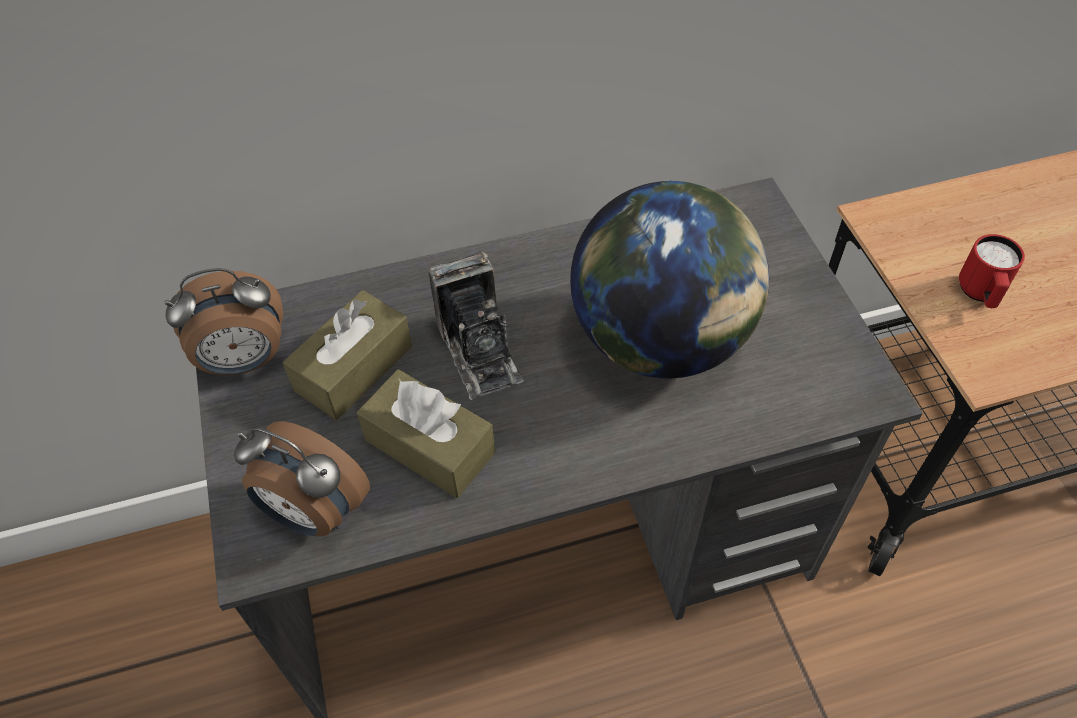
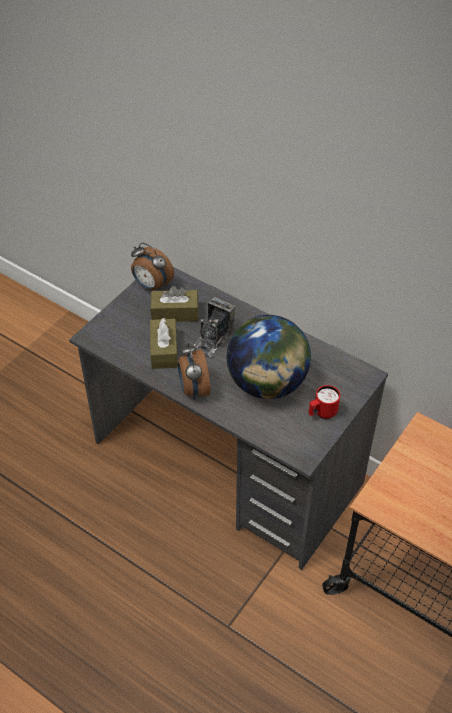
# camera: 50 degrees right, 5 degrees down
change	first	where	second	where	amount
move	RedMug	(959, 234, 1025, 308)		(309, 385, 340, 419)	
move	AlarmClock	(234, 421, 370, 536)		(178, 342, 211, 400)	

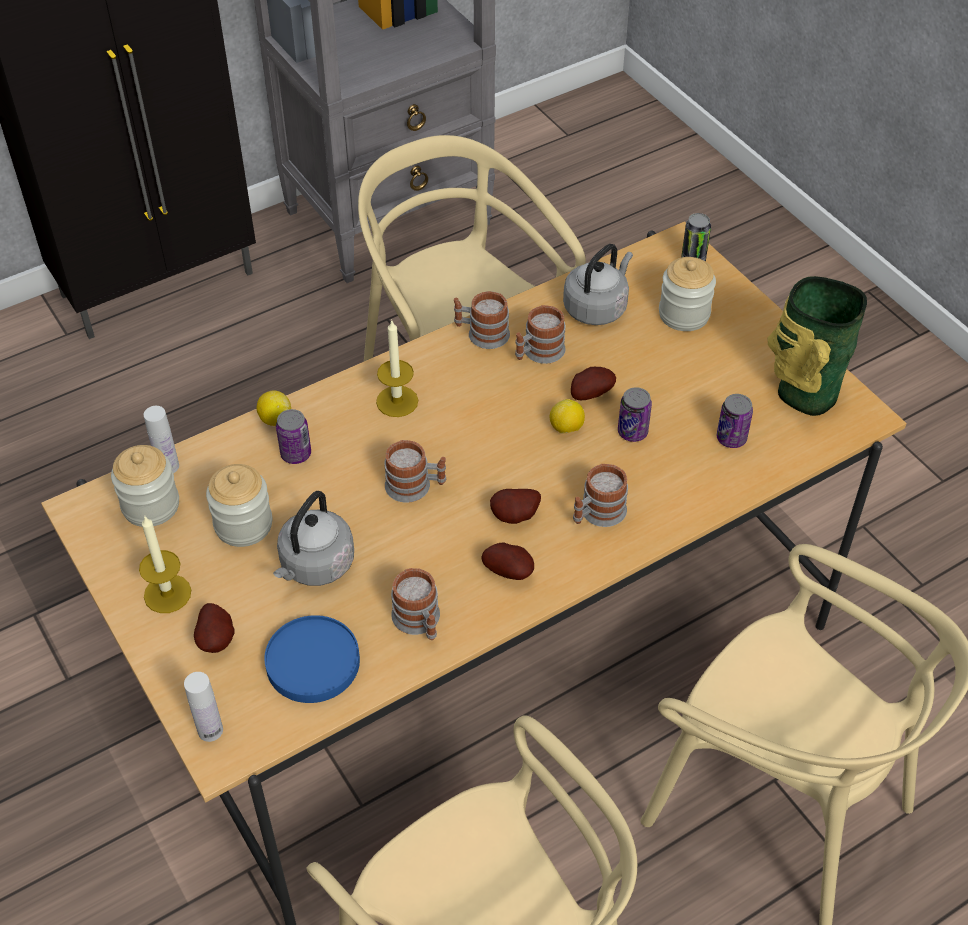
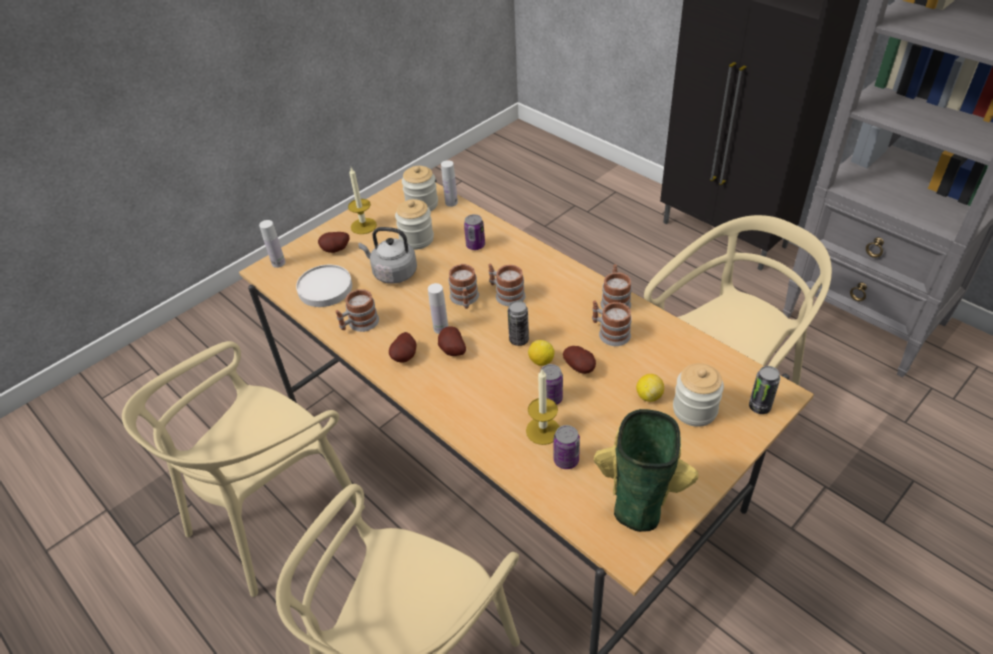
# camera: 80 degrees right, 5 degrees down
change	first	where	second	where	amount
delete	GreyKettle	(563, 244, 633, 325)			
move	Candle	(376, 319, 418, 417)		(526, 369, 559, 445)	
move	Lemon	(257, 390, 291, 426)		(636, 374, 664, 402)	
move	Mug	(573, 464, 628, 527)		(488, 264, 526, 306)	
recolor	BluePlate	(264, 615, 360, 703)	WhitePlate	(296, 265, 352, 307)	
insert			WhiteBottle	(428, 283, 448, 334)	
insert			Can	(508, 300, 529, 346)	

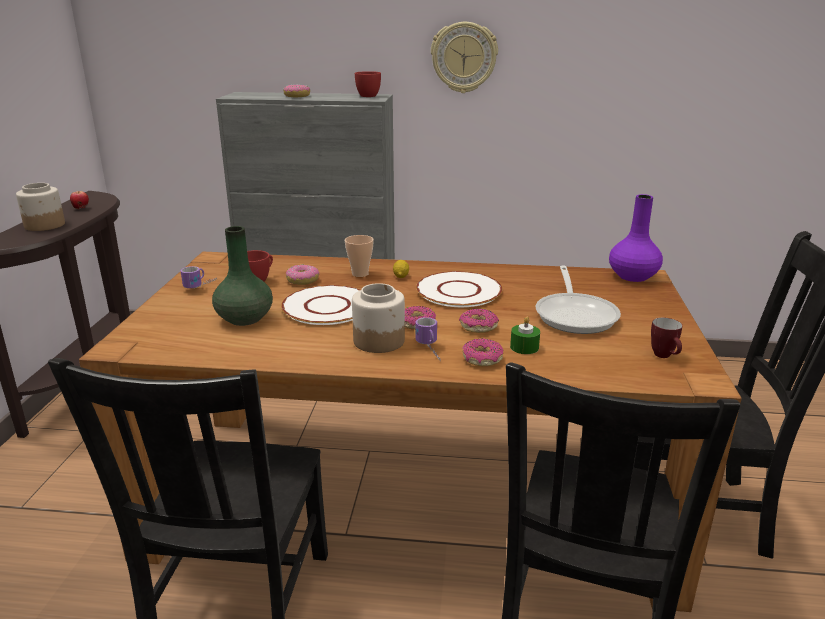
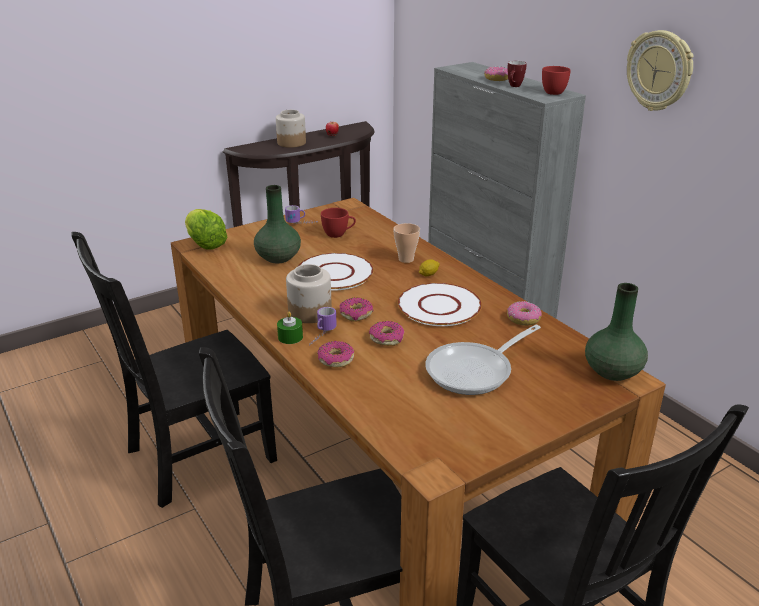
# camera: 50 degrees right, 5 degrees up
change	first	where	second	where	amount
recolor	PurpleVase	(609, 194, 663, 282)	GreenVase	(585, 283, 648, 381)	
move	Donut	(286, 265, 319, 285)		(507, 301, 542, 326)	
move	GreenCandle	(510, 317, 540, 354)		(277, 312, 303, 344)	
move	Mug	(651, 318, 682, 358)		(507, 61, 527, 87)	
insert			Lettuce	(185, 209, 227, 250)	

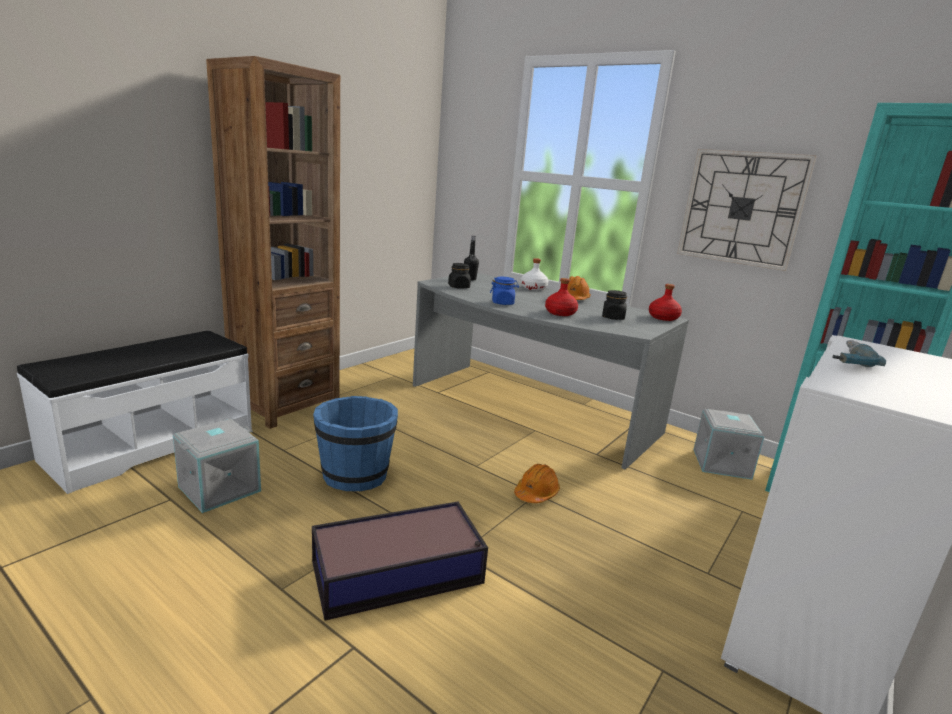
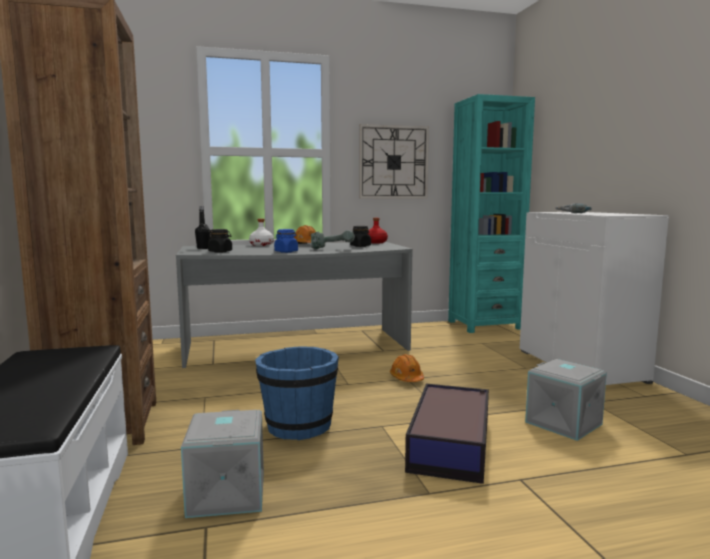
# camera: 50 degrees left, 10 degrees down
change	first	where	second	where	amount
replace	RedBottle	(545, 278, 578, 316)	PowerDrill	(311, 230, 355, 249)	
move	GreyStorageBox	(693, 409, 765, 480)		(525, 359, 607, 441)	

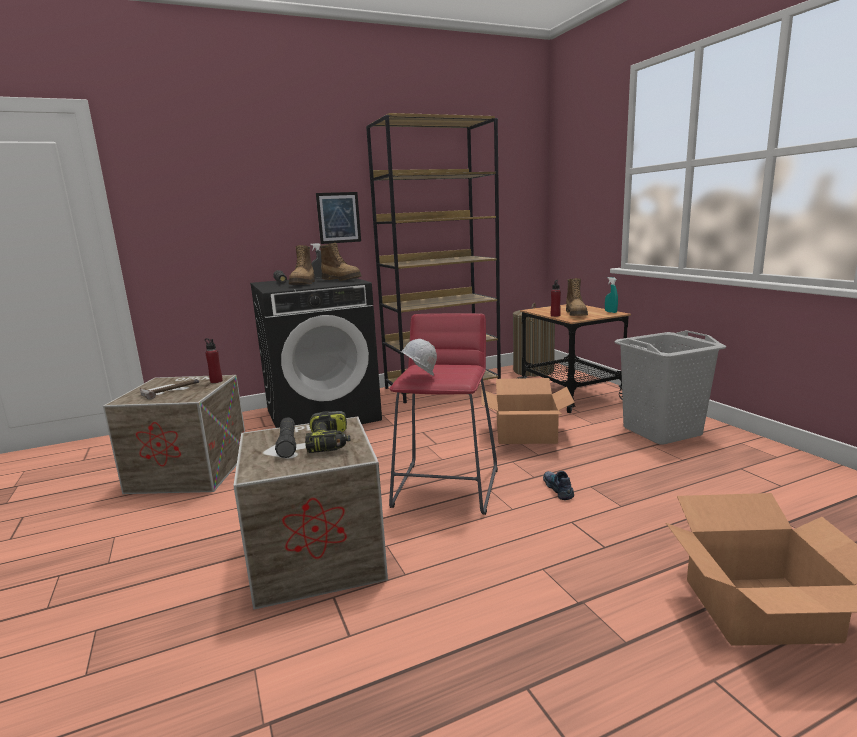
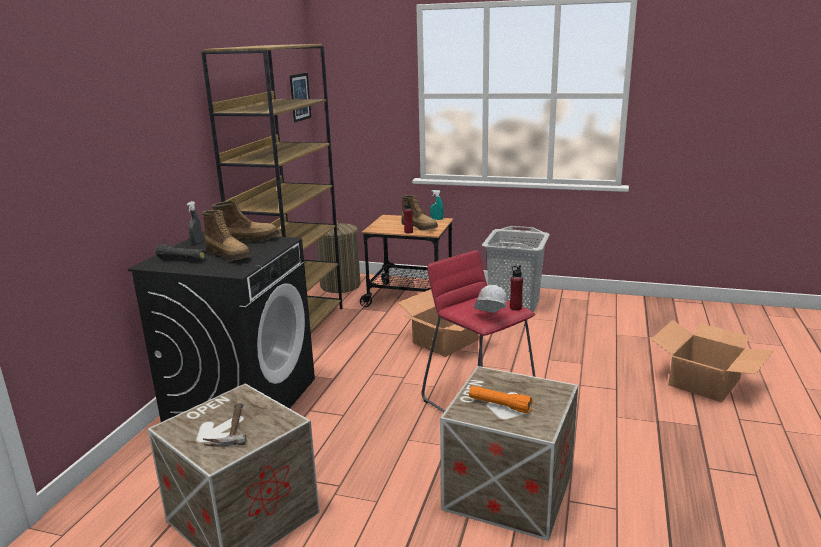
# camera: 50 degrees left, 5 degrees up
change	first	where	second	where	amount
move	Picture	(316, 192, 361, 244)		(290, 73, 311, 123)	
move	RedBottle	(205, 338, 223, 383)		(510, 265, 523, 311)	
delete	PowerDrill	(305, 411, 350, 453)			
recolor	BlackFlashlight	(275, 417, 296, 458)	OrangeFlashlight	(469, 386, 533, 413)	
delete	Shoe	(543, 471, 574, 500)			

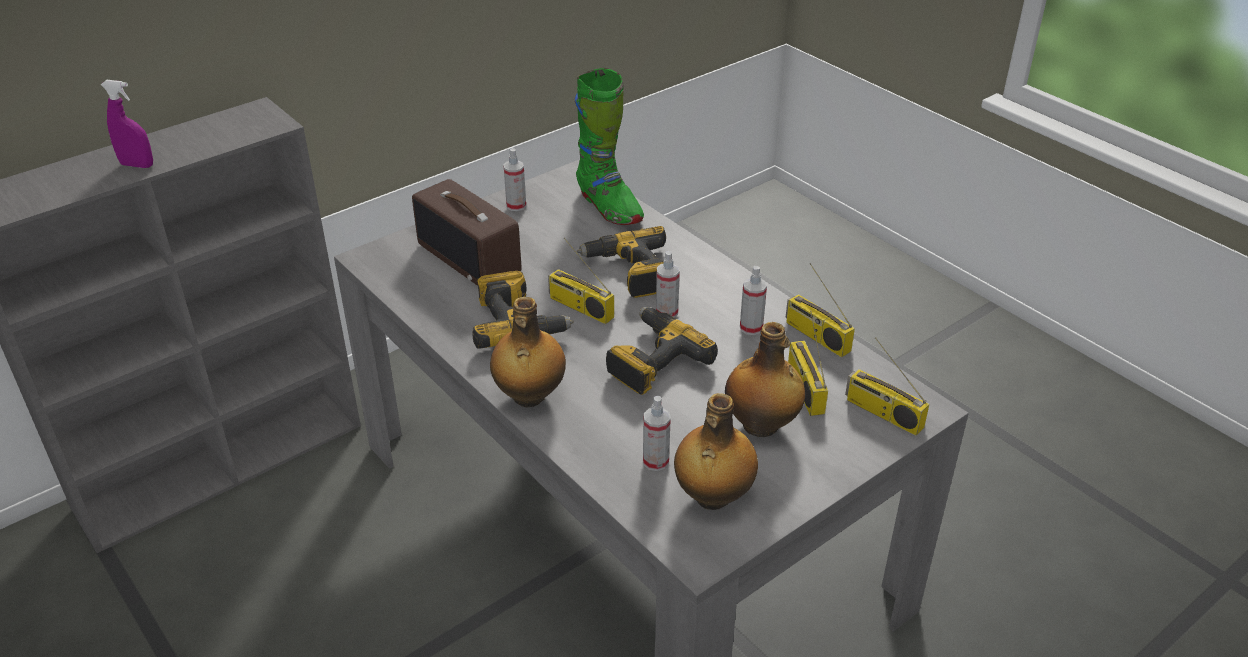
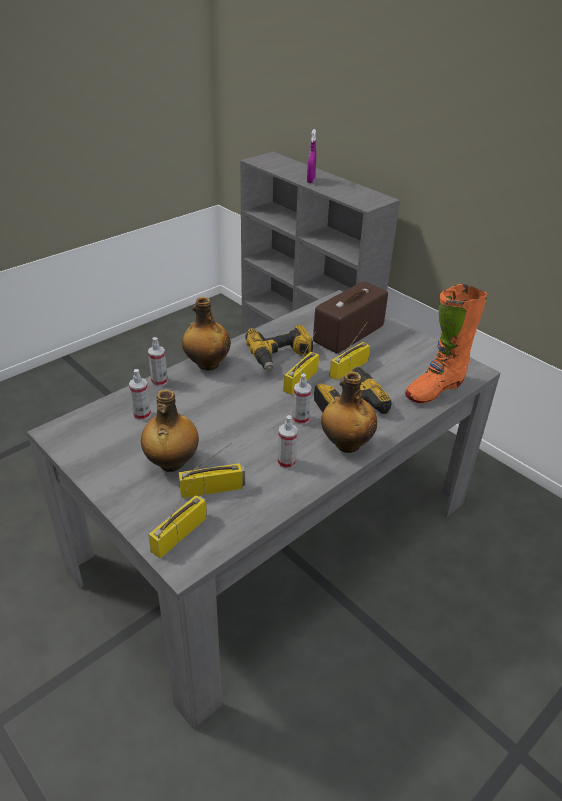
# camera: 85 degrees right, 0 degrees up
change	first	where	second	where	amount
recolor	GreenBoot	(575, 68, 644, 225)	OrangeBoot	(405, 284, 487, 403)	
move	SprayBottle	(504, 148, 526, 211)		(148, 337, 168, 386)	
move	Radio	(786, 263, 855, 357)		(329, 322, 370, 381)	
delete	PowerDrill	(606, 307, 718, 395)			
move	Bottle	(674, 393, 758, 510)		(321, 372, 377, 453)	

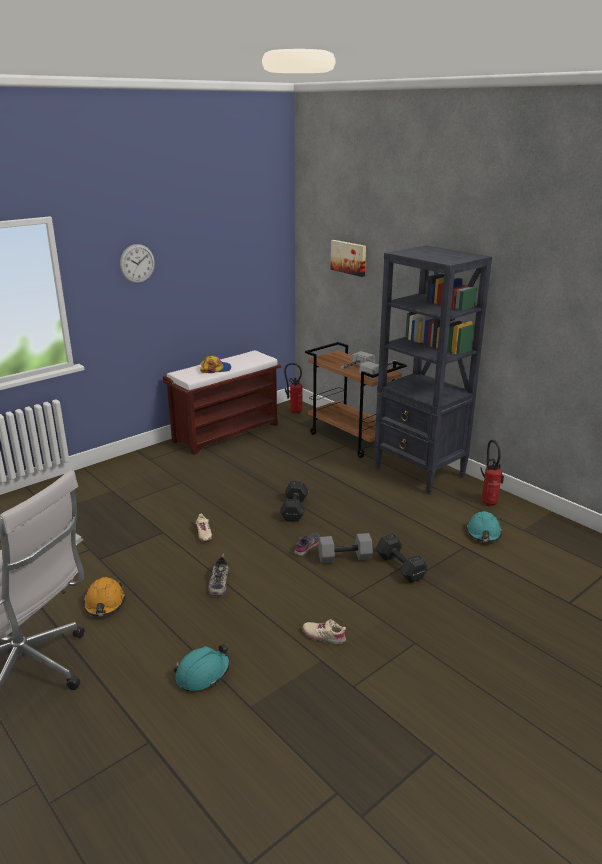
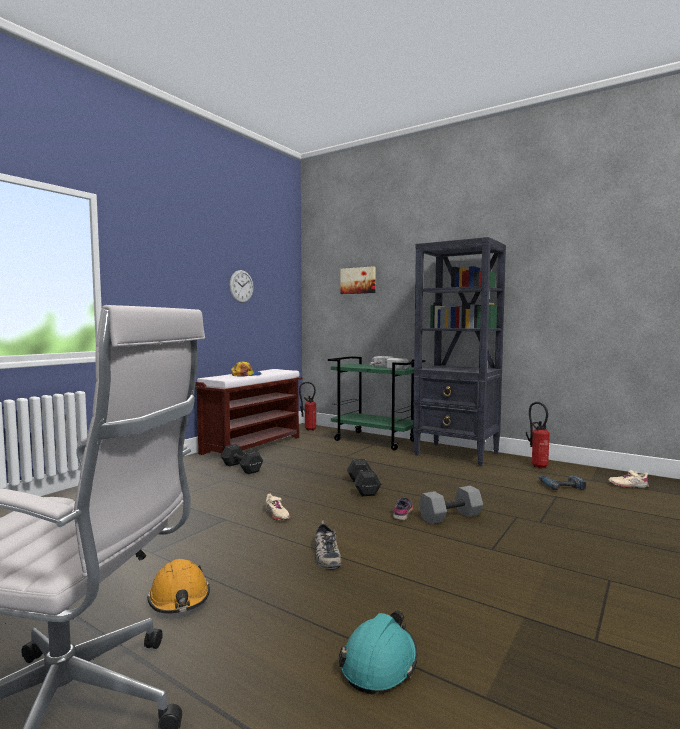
# camera: 15 degrees left, 20 degrees down
change	first	where	second	where	amount
move	WallClock	(120, 244, 155, 283)		(229, 270, 254, 303)	
recolor	BrownCart	(305, 342, 406, 458)	GreenCart	(328, 356, 426, 451)	
replace	TurquoiseHardHat	(466, 511, 502, 542)	PowerDrill	(538, 475, 586, 490)	
move	BlackDumbbell	(376, 534, 428, 583)		(221, 444, 263, 474)	
move	BeigeShoe	(303, 619, 346, 644)		(608, 470, 649, 488)	

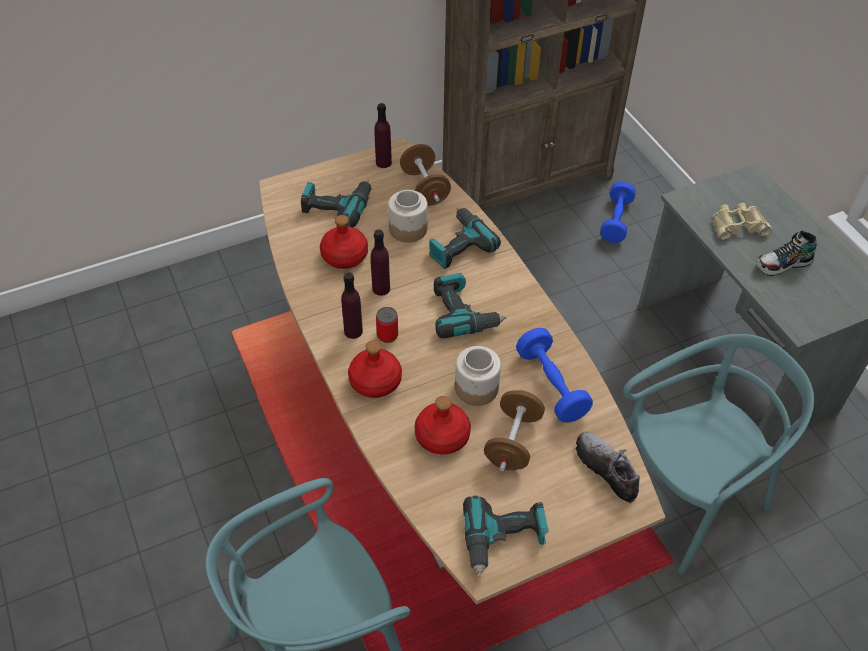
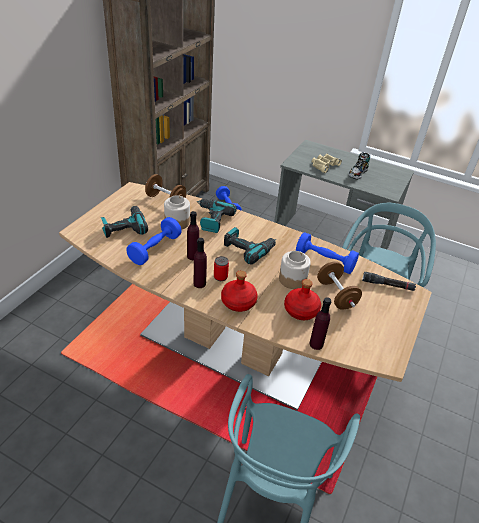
# camera: 40 degrees left, 10 degrees down
change	first	where	second	where	amount
move	PurpleBottle	(374, 103, 392, 168)		(309, 297, 331, 350)	
replace	RedBottle	(320, 215, 368, 269)	BlueDumbbell	(126, 217, 182, 265)	
replace	Shoe	(576, 432, 640, 503)	BlackFlashlight	(362, 272, 416, 291)	
delete	PowerDrill	(463, 496, 549, 577)			

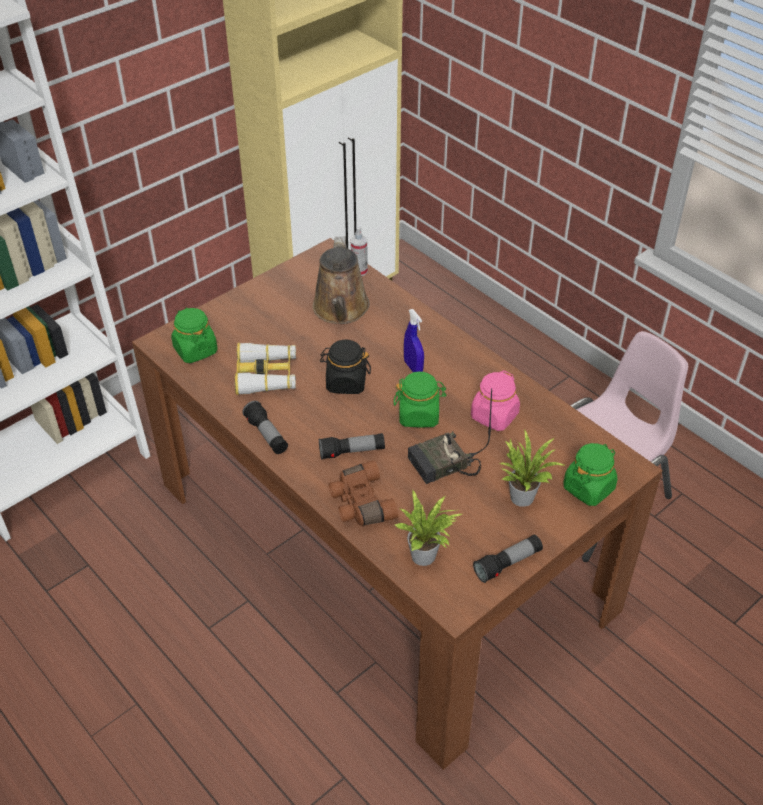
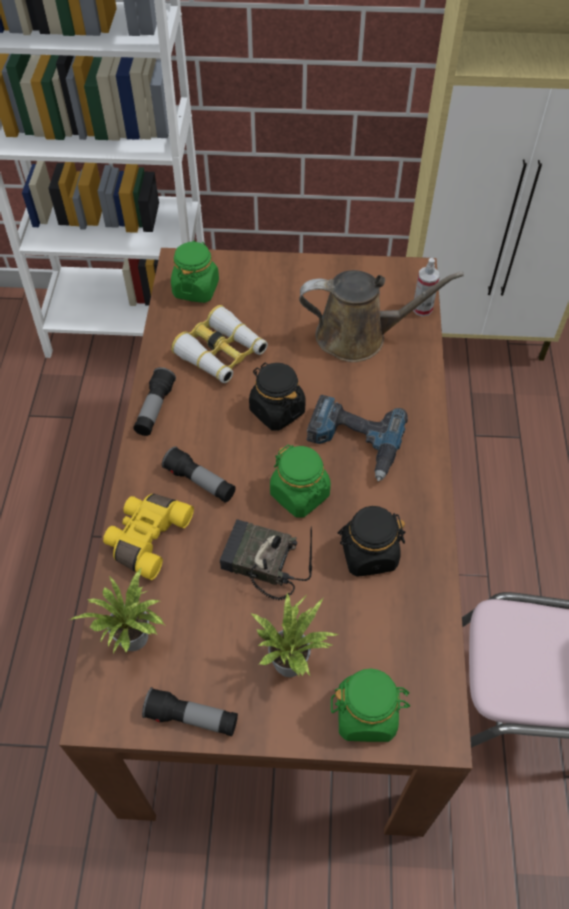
# camera: 45 degrees right, 10 degrees up
change	first	where	second	where	amount
rotate	BrownWateringCan	(313, 236, 370, 324)		(299, 270, 464, 362)	135 degrees counterclockwise
replace	BlueSprayBottle	(404, 309, 424, 372)	PowerDrill	(306, 395, 408, 482)	
recolor	PinkJar	(471, 371, 520, 431)	BlackJar	(338, 506, 406, 577)	
recolor	BrownBinoculars	(329, 460, 398, 526)	YellowBinoculars	(103, 494, 194, 580)	

